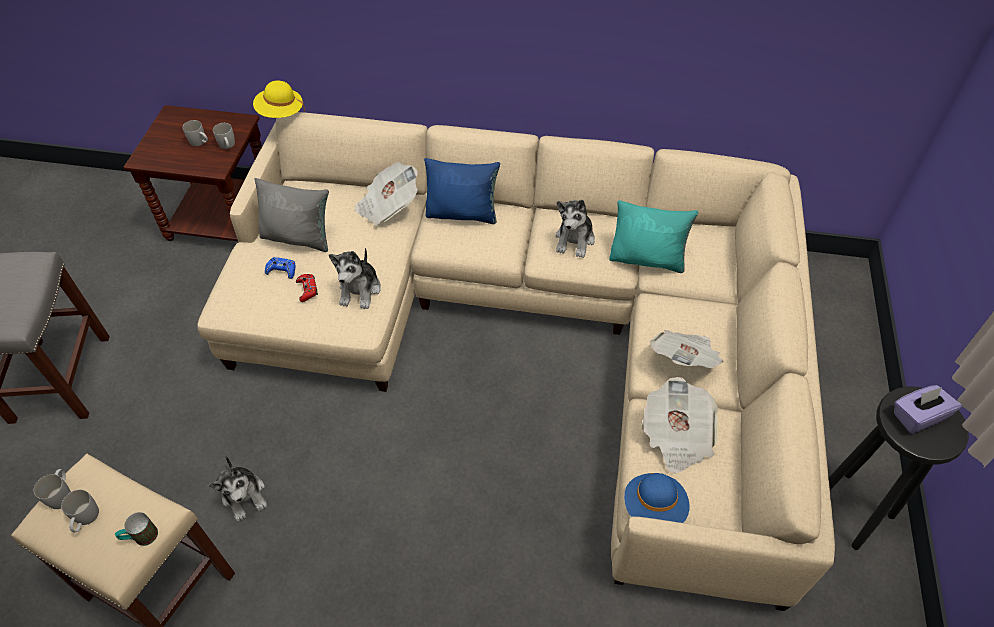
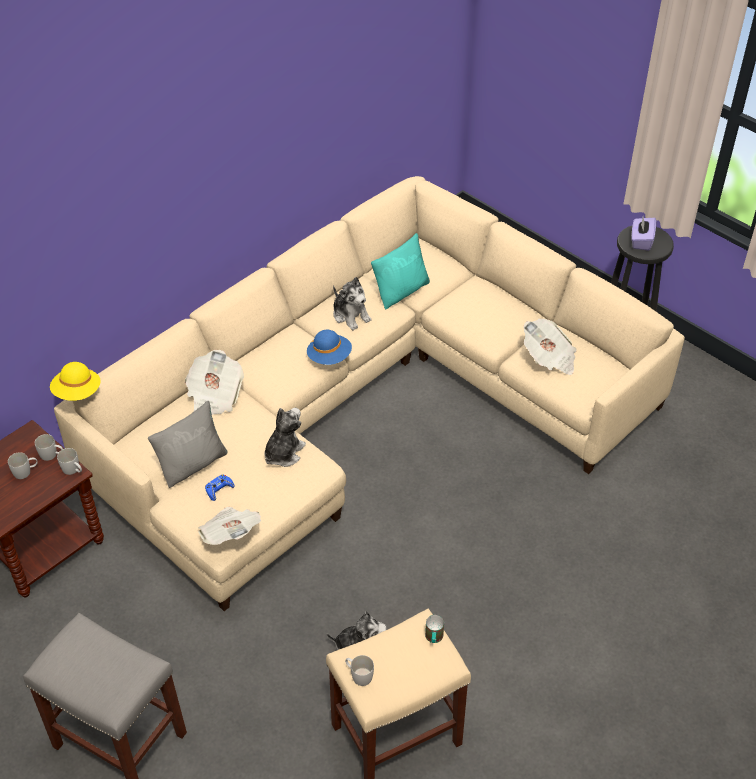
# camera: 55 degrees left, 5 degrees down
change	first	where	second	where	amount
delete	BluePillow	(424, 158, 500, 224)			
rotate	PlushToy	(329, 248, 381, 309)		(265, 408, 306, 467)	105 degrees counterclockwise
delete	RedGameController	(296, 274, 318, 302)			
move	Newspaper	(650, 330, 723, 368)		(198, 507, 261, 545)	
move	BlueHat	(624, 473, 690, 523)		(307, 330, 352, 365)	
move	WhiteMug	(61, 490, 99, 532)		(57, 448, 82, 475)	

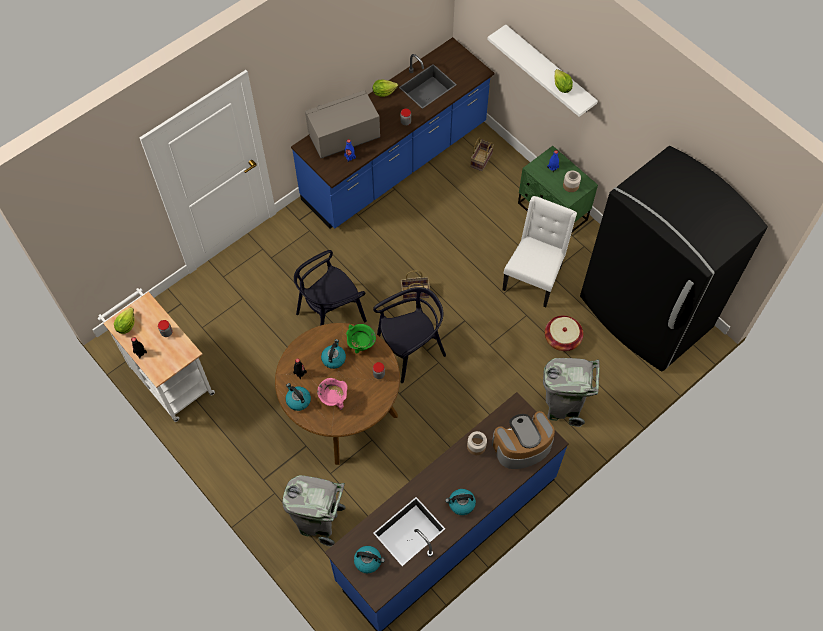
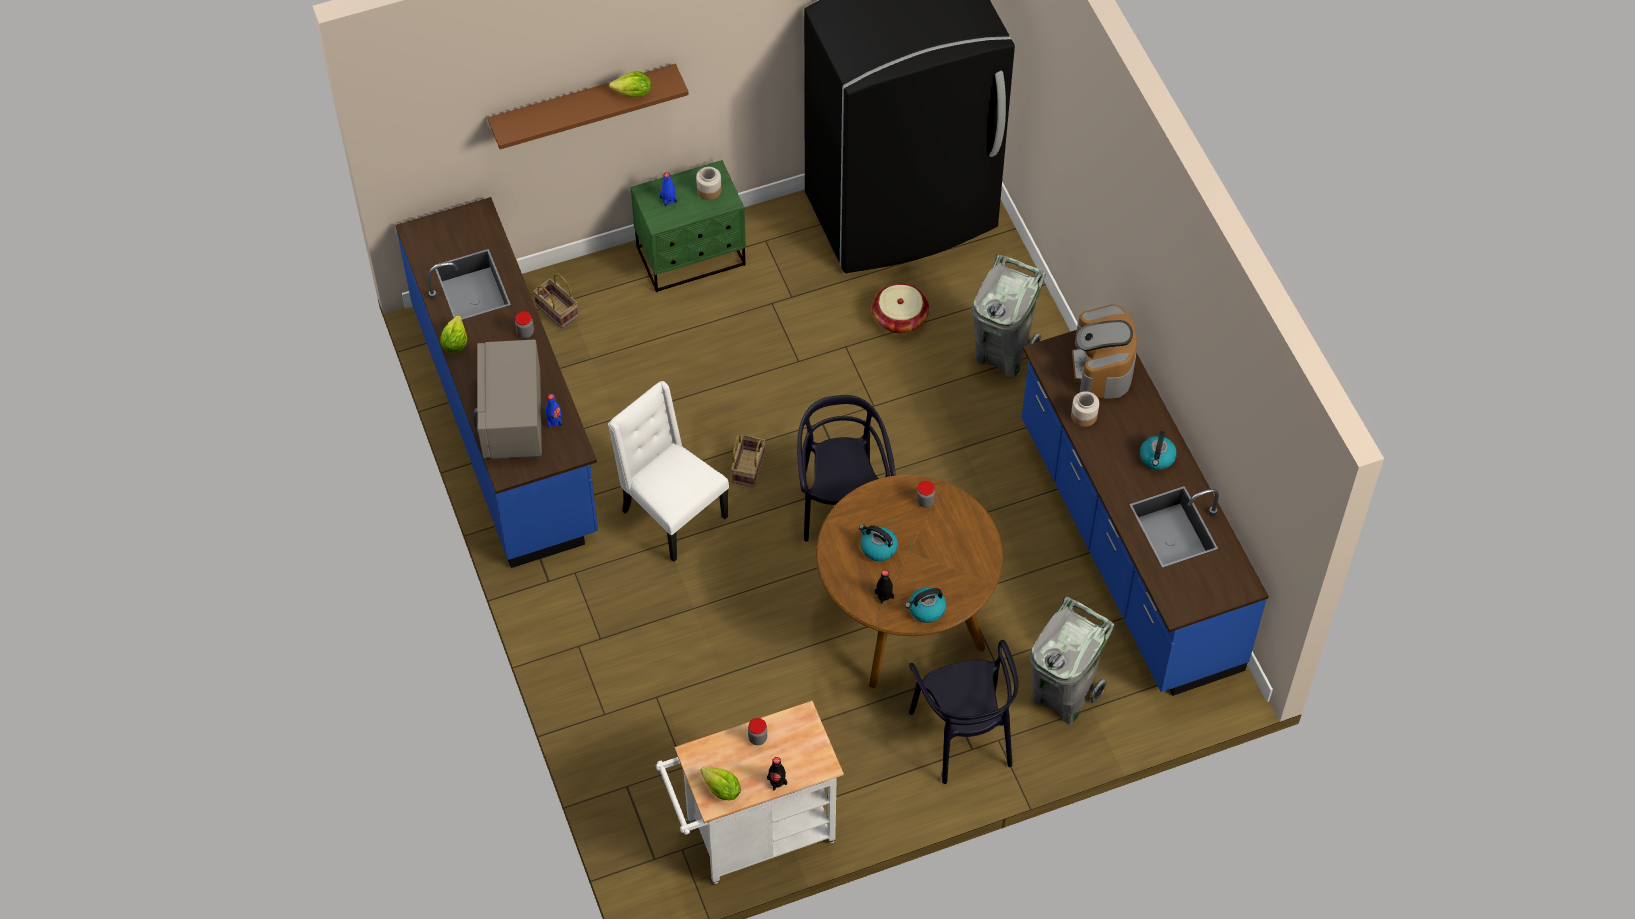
# camera: 70 degrees left, 5 degrees down
change	first	where	second	where	amount
recolor	WhiteShelf	(487, 25, 598, 117)	BrownShelf	(488, 64, 689, 149)	
move	WhiteChair	(502, 196, 577, 307)		(608, 381, 729, 562)	
move	BlackChair	(294, 250, 367, 326)		(909, 640, 1018, 784)	
delete	GreenCookingPot	(346, 324, 376, 353)			
delete	PinkCookingPot	(317, 378, 347, 410)			
delete	Kettle	(354, 546, 385, 573)			

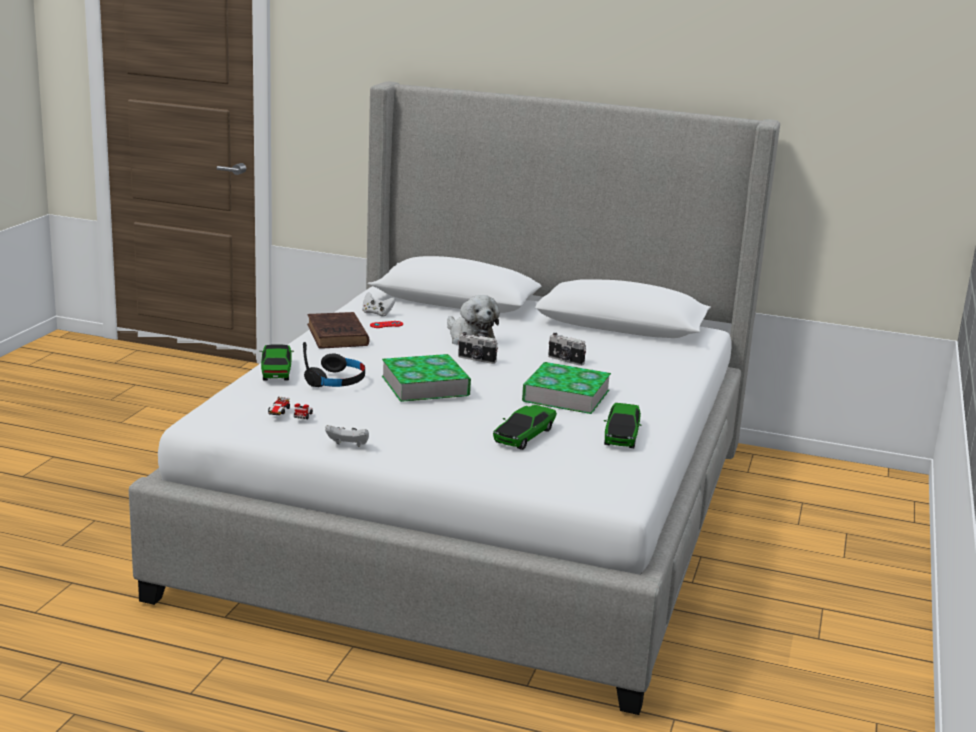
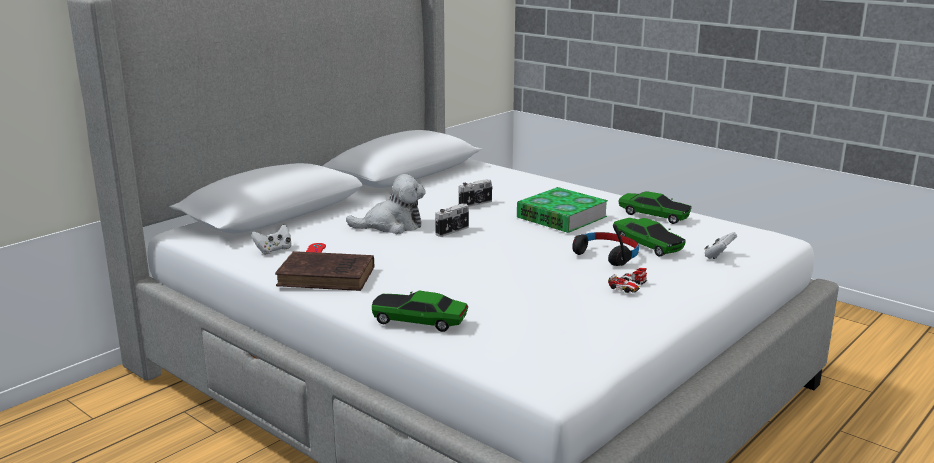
# camera: 65 degrees left, 0 degrees up
change	first	where	second	where	amount
move	BlackHeadphones	(303, 342, 365, 387)		(572, 224, 639, 266)	
delete	Book	(382, 354, 471, 402)			
move	ToyCar	(268, 396, 313, 419)		(608, 268, 647, 293)	
move	WhiteGameController	(325, 425, 369, 447)		(705, 232, 737, 259)	

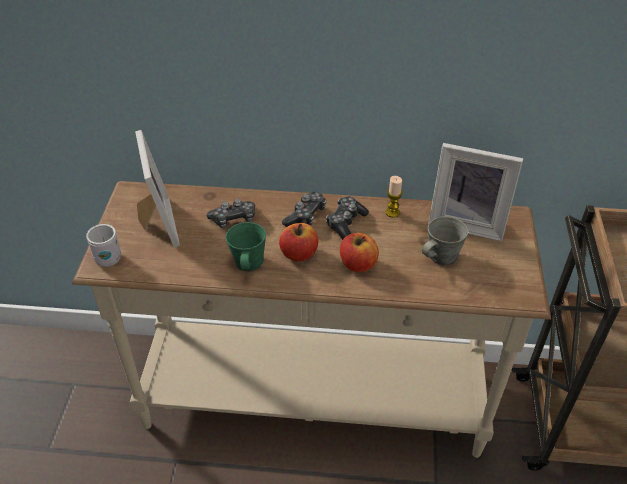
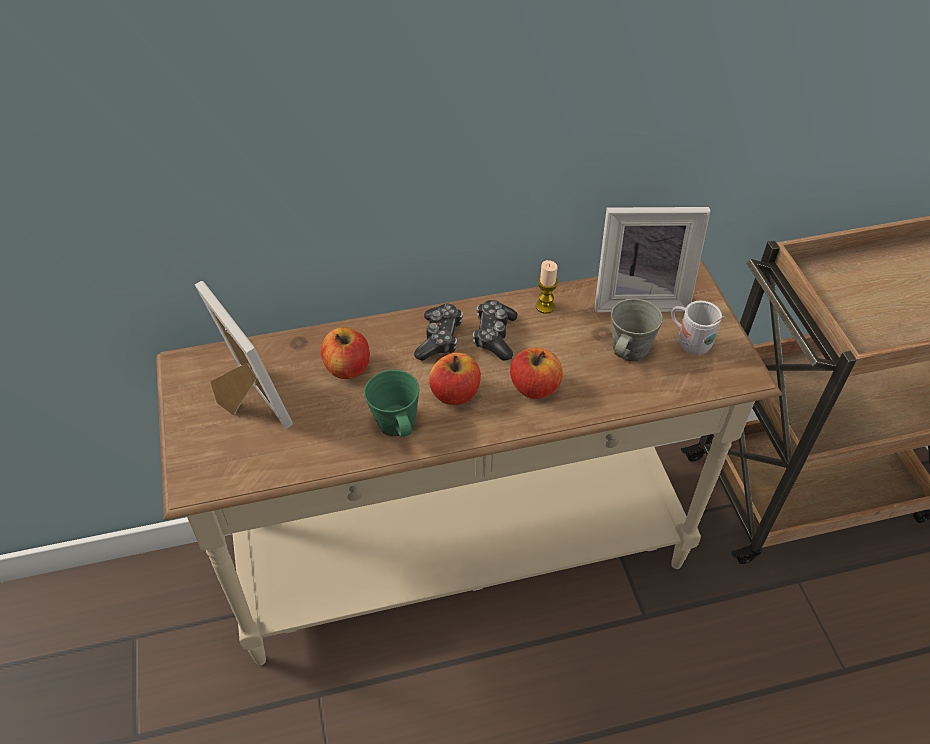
# camera: 20 degrees left, 5 degrees up
change	first	where	second	where	amount
replace	GameController	(207, 199, 255, 229)	Apple	(321, 327, 370, 379)	
move	WhiteMug	(86, 224, 121, 267)		(671, 300, 725, 355)	

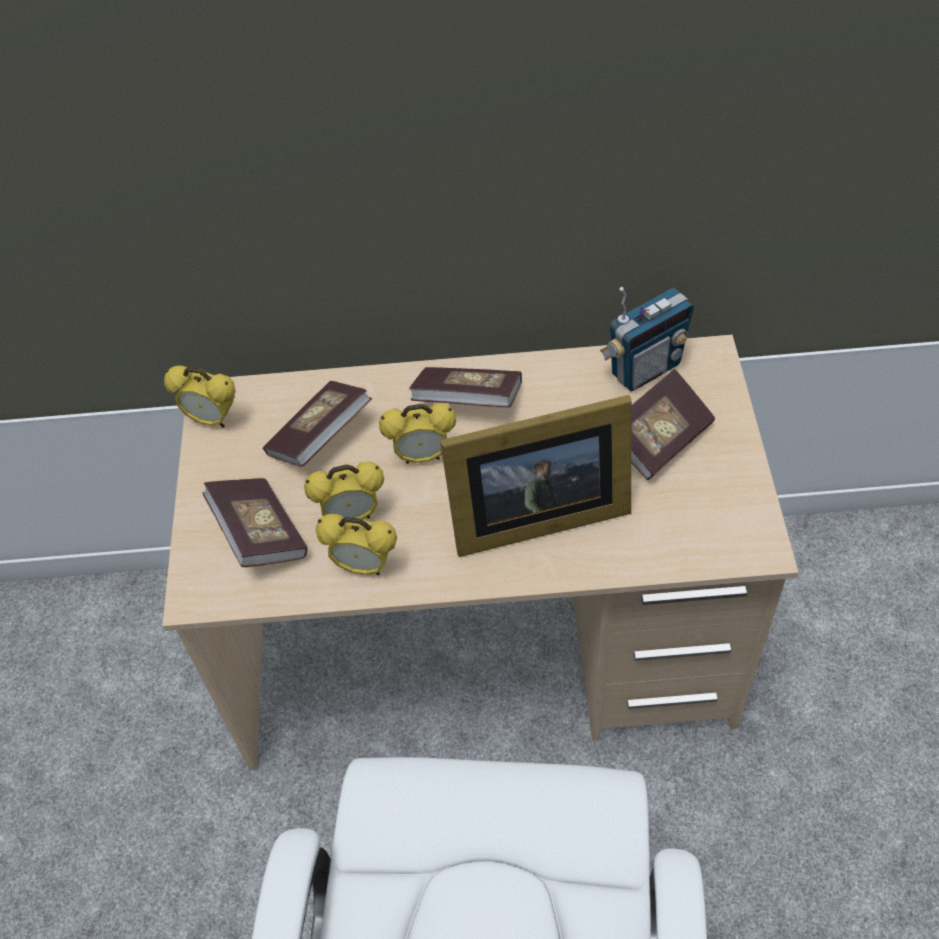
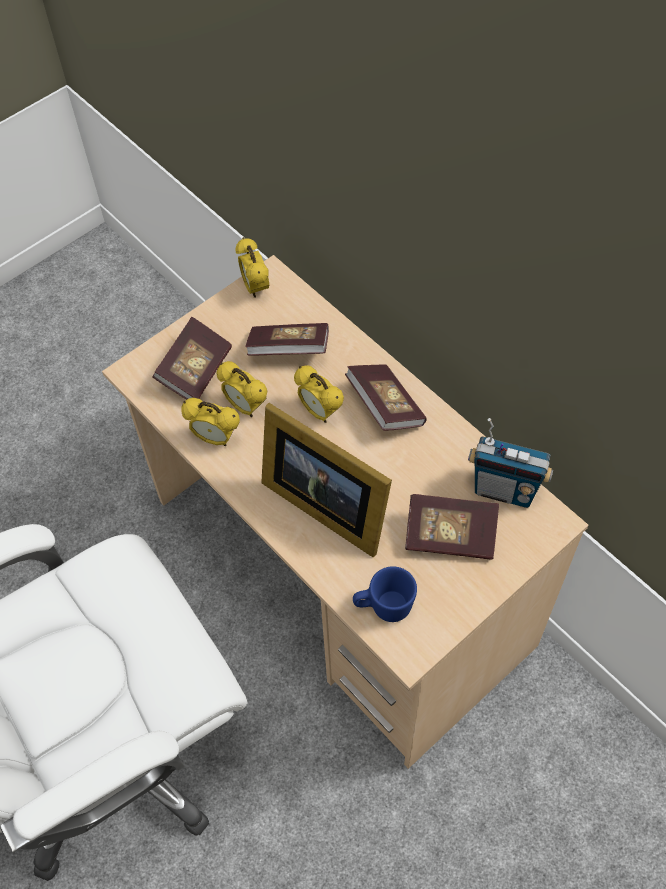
# camera: 50 degrees right, 5 degrees up
change	first	where	second	where	amount
rotate	AlarmClock	(316, 514, 397, 575)		(181, 398, 240, 446)	45 degrees counterclockwise
insert			BlueMug	(353, 566, 417, 622)	

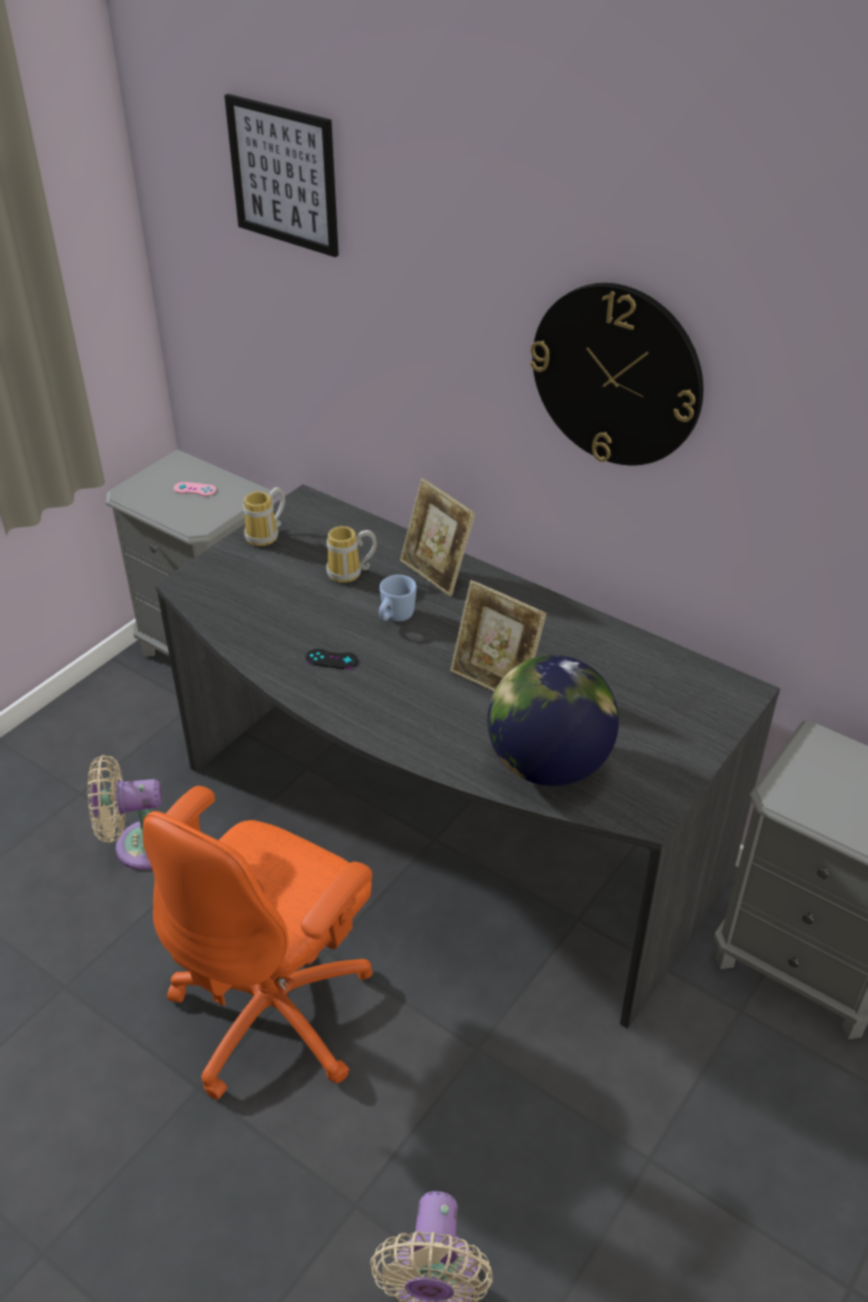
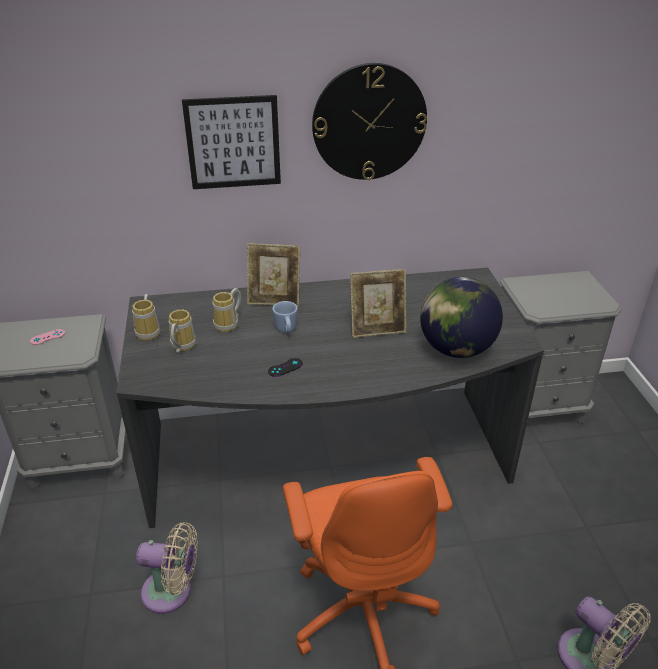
# camera: 45 degrees left, 5 degrees down
change	first	where	second	where	amount
move	Picture	(224, 94, 339, 257)		(182, 95, 281, 189)	
rotate	BeigeFan	(88, 755, 162, 870)		(136, 522, 198, 614)	120 degrees counterclockwise
insert			Mug	(169, 309, 196, 353)	

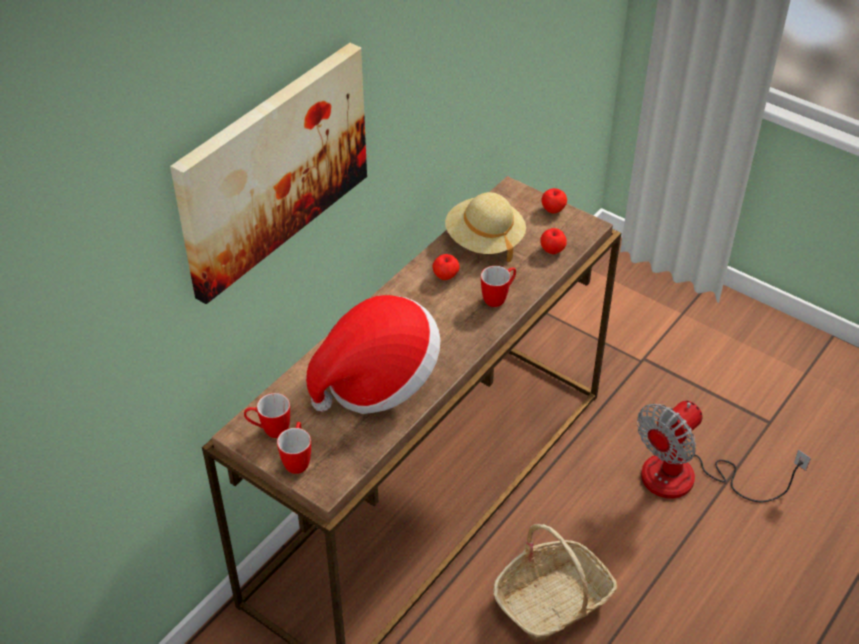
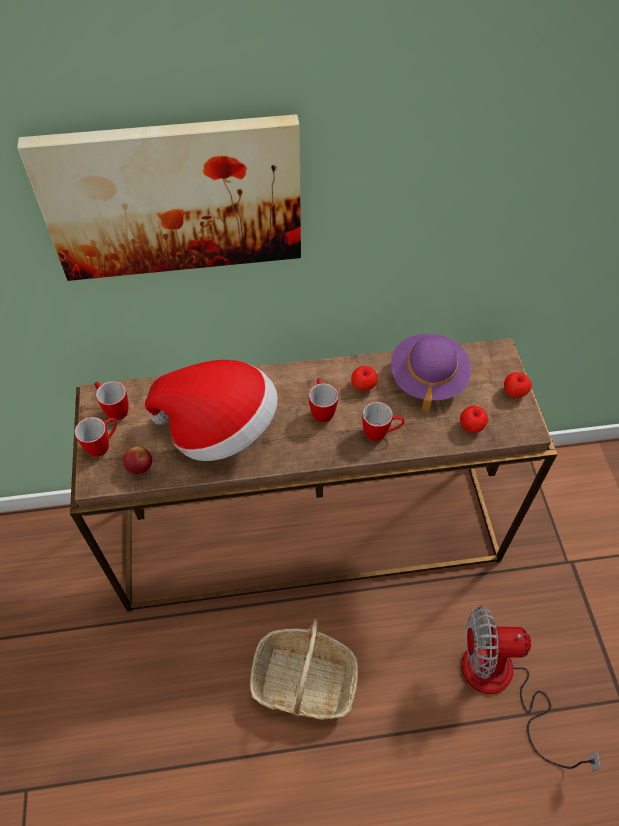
# camera: 45 degrees right, 10 degrees up
change	first	where	second	where	amount
recolor	BeigeHat	(445, 192, 526, 262)	PurpleHat	(391, 334, 471, 411)	
insert			Mug	(309, 378, 338, 422)	
insert			Apple	(123, 447, 152, 474)	

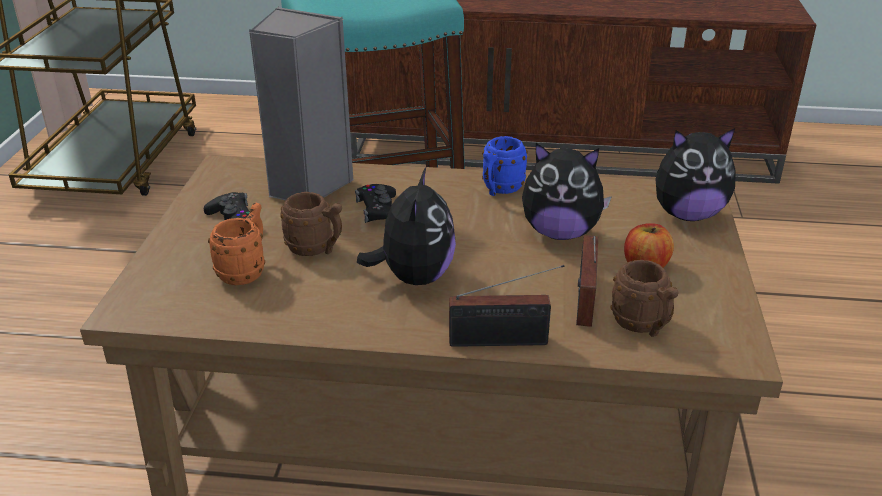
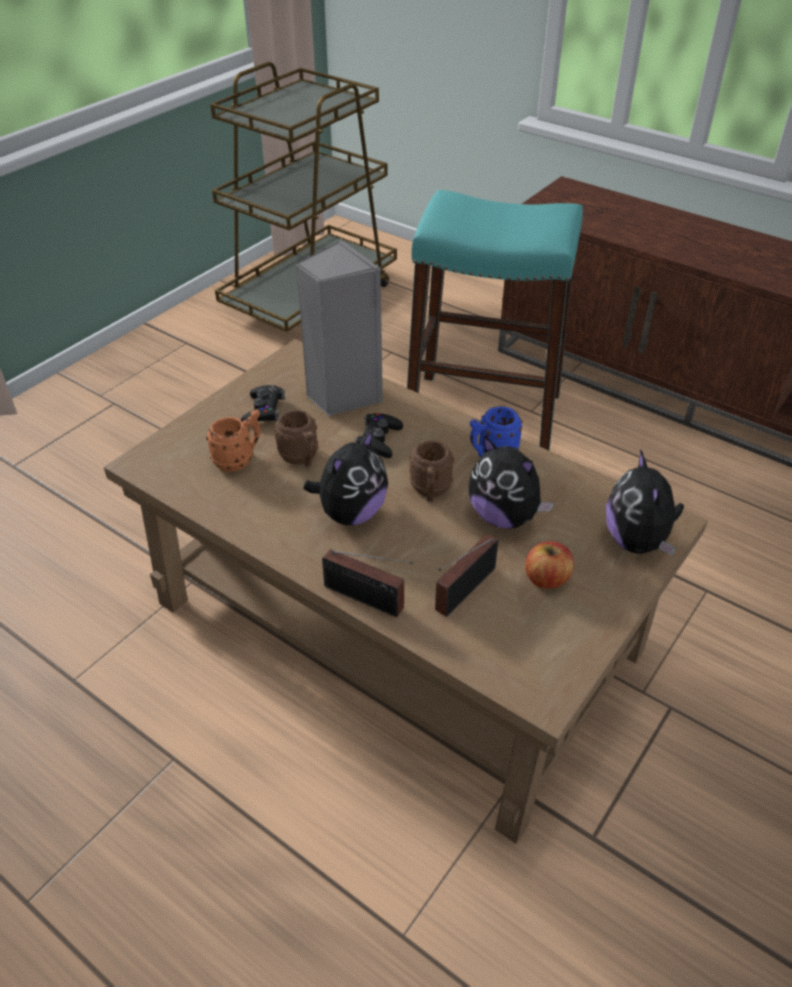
# camera: 30 degrees right, 10 degrees up
change	first	where	second	where	amount
rotate	PlushToy	(655, 128, 736, 221)		(606, 449, 684, 555)	60 degrees clockwise
move	BrownMug	(611, 260, 678, 337)		(409, 440, 454, 502)	

